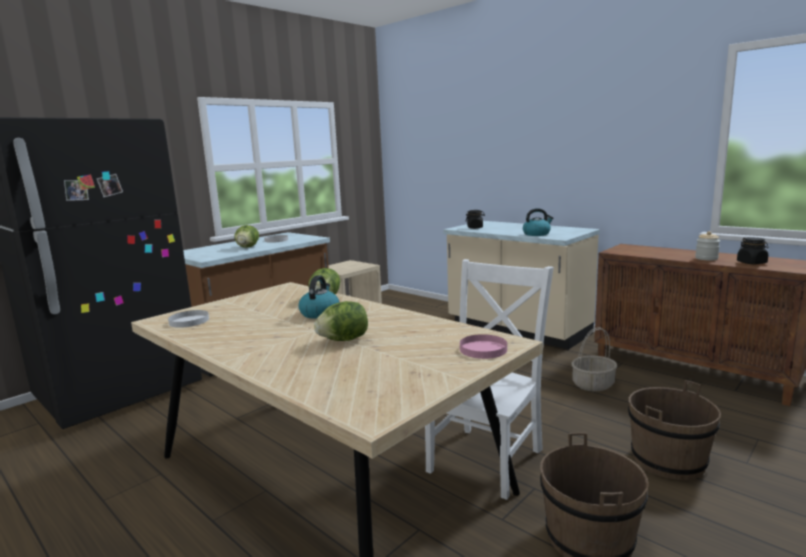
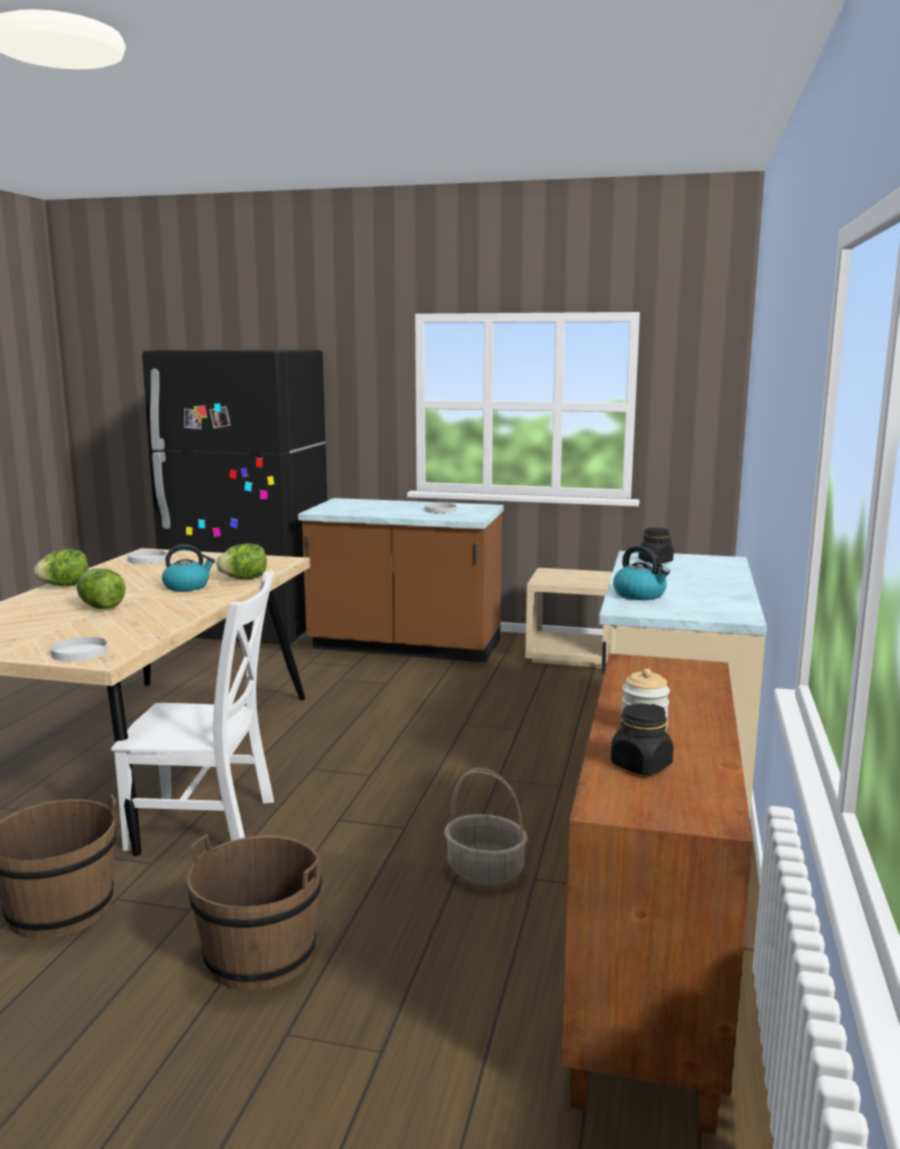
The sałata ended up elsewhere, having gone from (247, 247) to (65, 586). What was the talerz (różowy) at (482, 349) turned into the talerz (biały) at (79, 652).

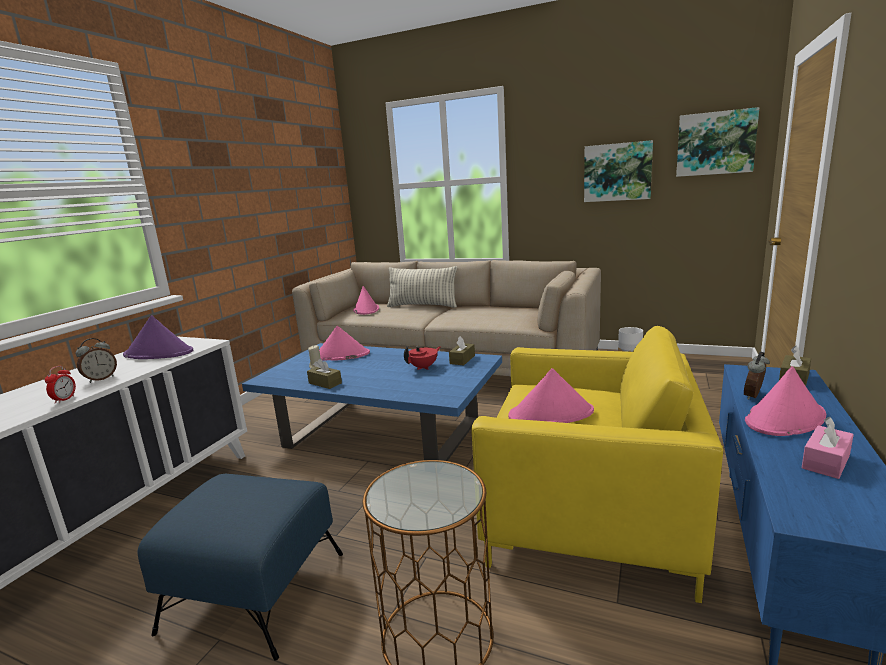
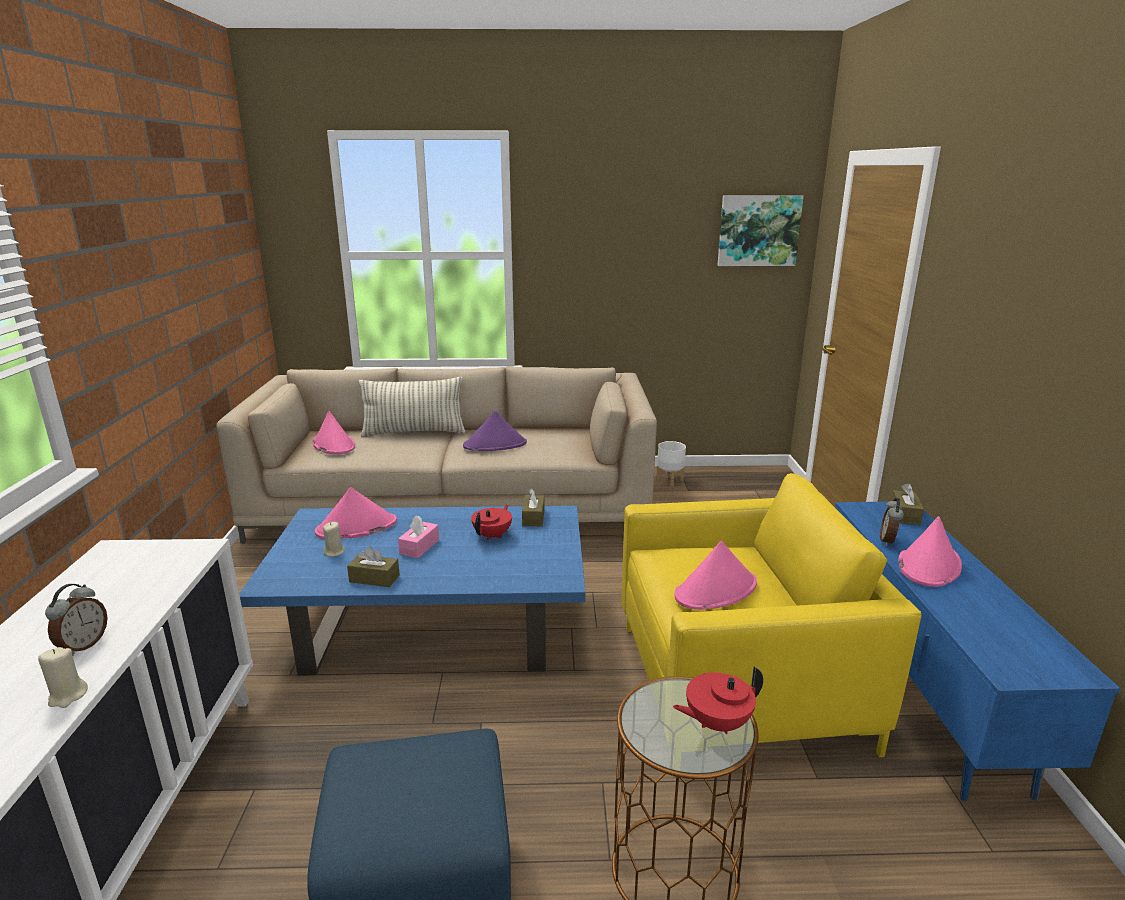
Where the budzik stood at (64, 399), the świeca (beżowy) came to stand at (67, 696). The kapelusz (fioletowy) ended up elsewhere, having gone from (159, 353) to (495, 445). The second view lost the obraz at (617, 172). The pudełko chusteczek (różowy) ended up elsewhere, having gone from (826, 461) to (419, 547). The second view gained the imbryk (czerwony) at (716, 723).

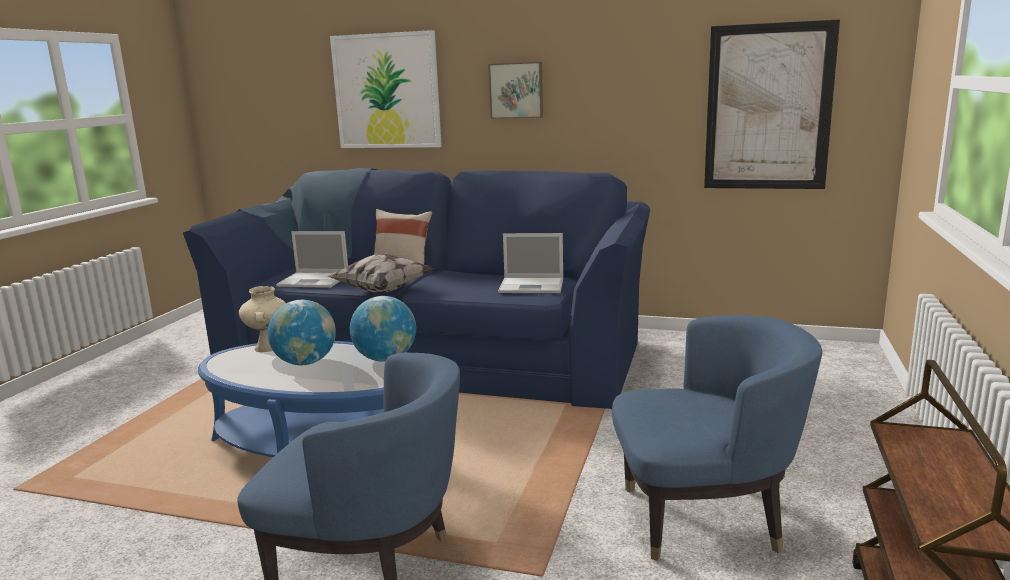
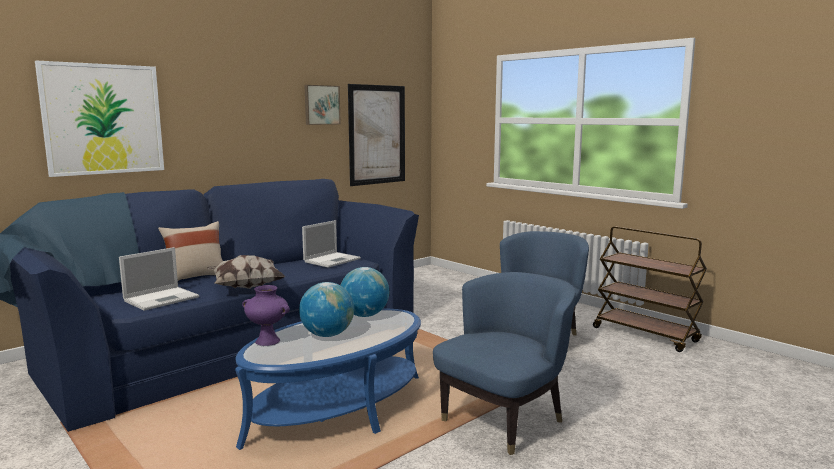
What was the wazon (beżowy) at (268, 347) turned into the wazon (fioletowy) at (268, 341). The obraz ended up elsewhere, having gone from (516, 90) to (321, 105).

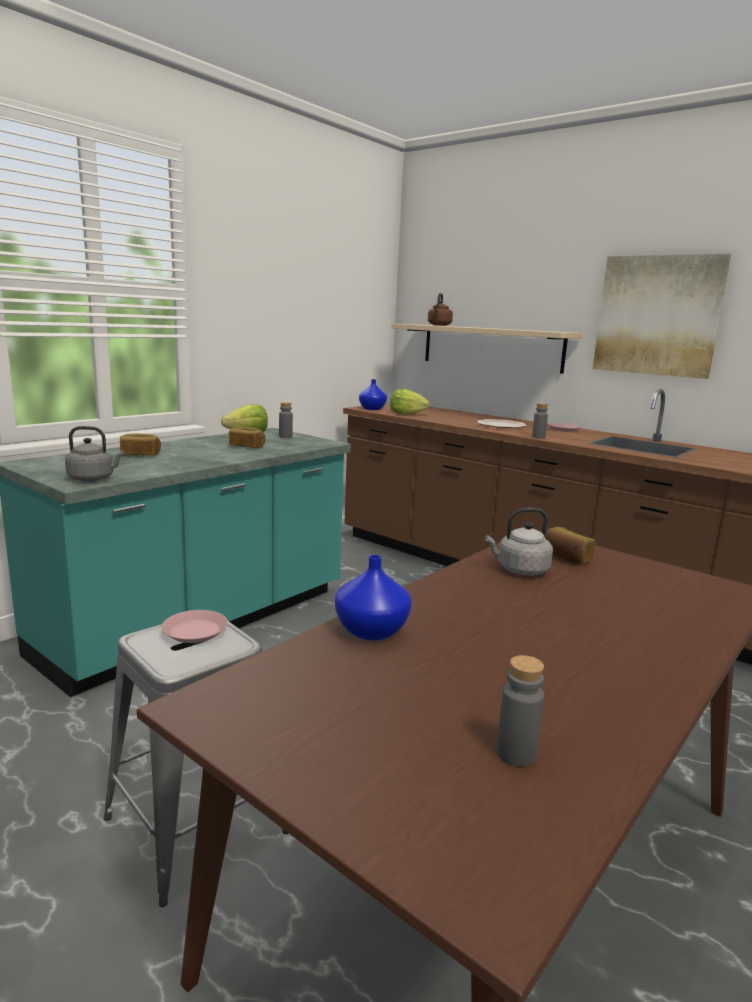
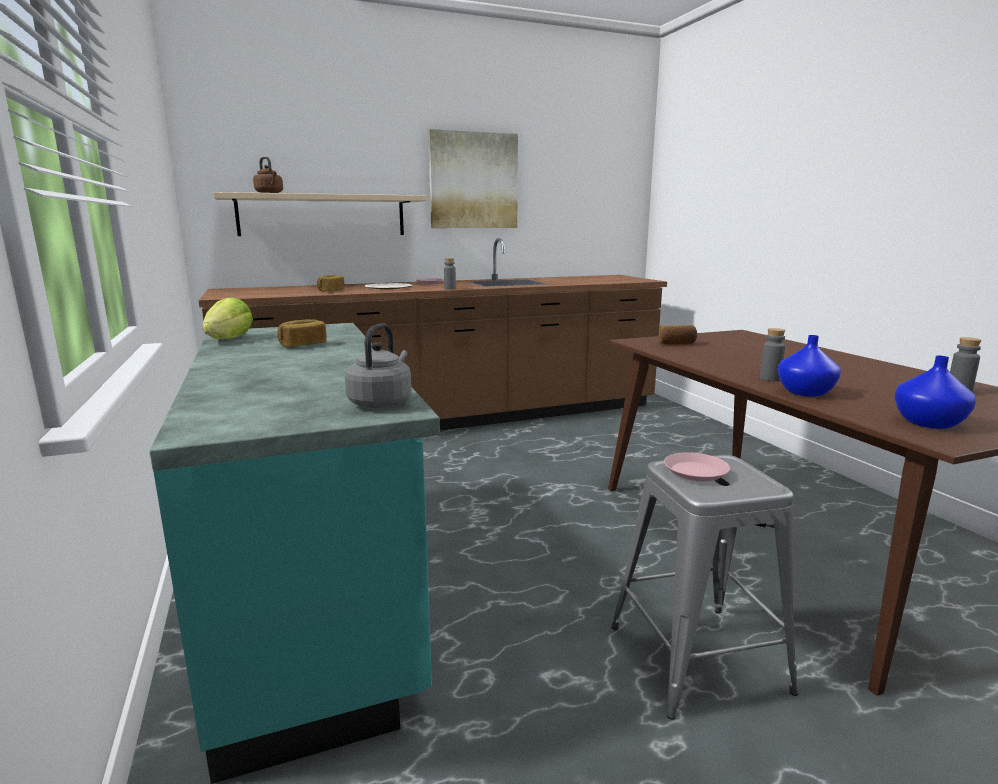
The chleb ended up elsewhere, having gone from (140, 454) to (330, 291). The butelka (szary) ended up elsewhere, having gone from (285, 436) to (770, 378). The wazon (niebieski) ended up elsewhere, having gone from (372, 409) to (927, 423). The second view lost the sałata at (407, 414). The second view lost the czajnik (szary) at (520, 570).

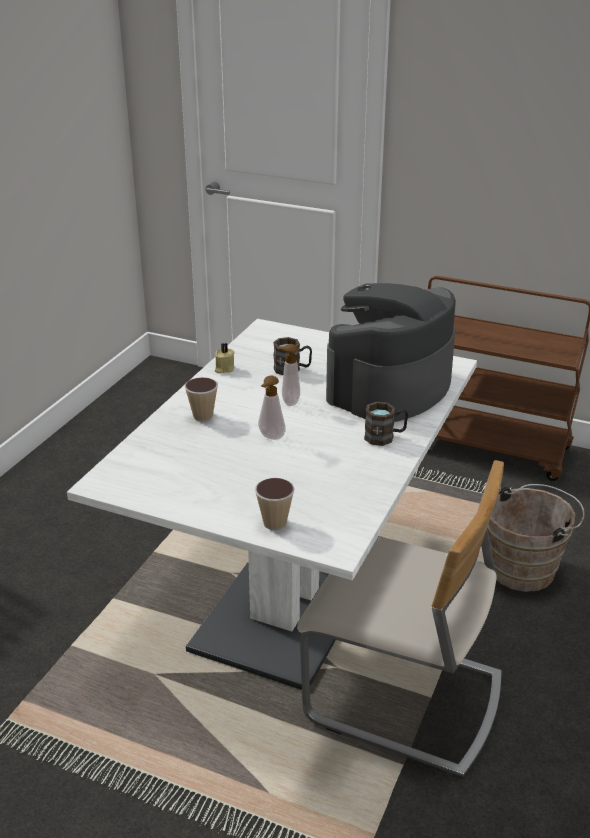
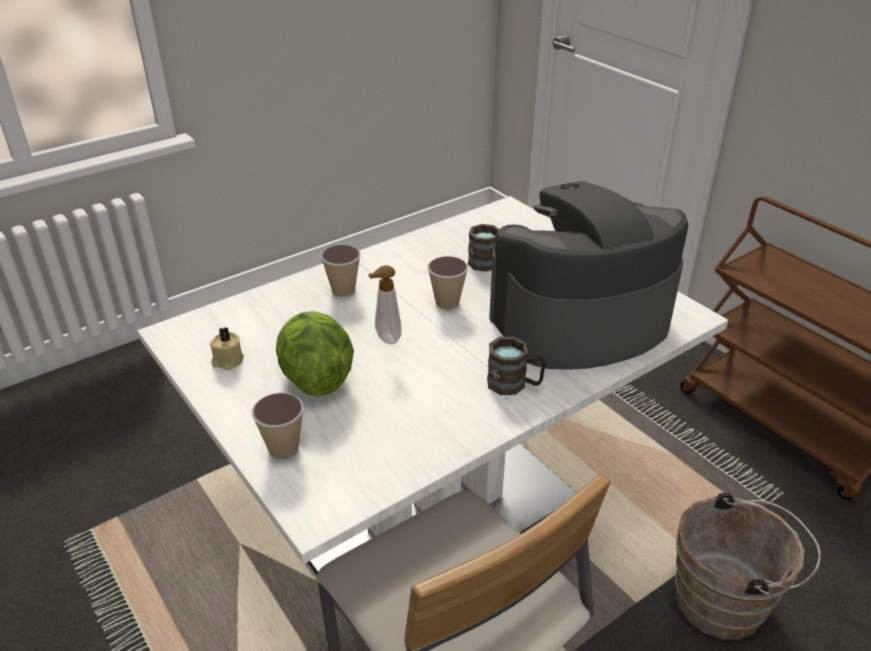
The świeca (beżowy) ended up elsewhere, having gone from (224, 369) to (227, 361). Where the dozownik mydła stood at (288, 402), the filiżanka came to stand at (447, 303). The second view gained the sałata at (315, 378).

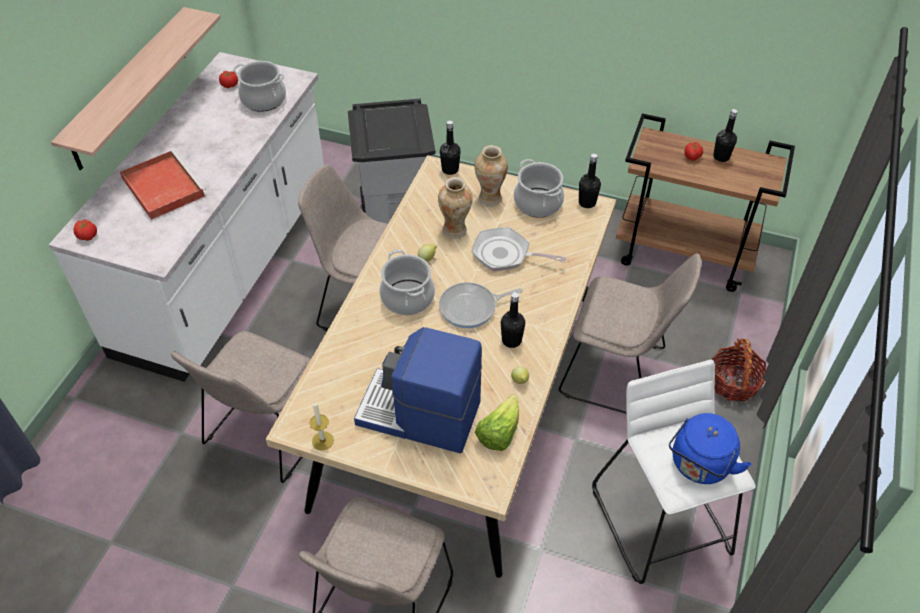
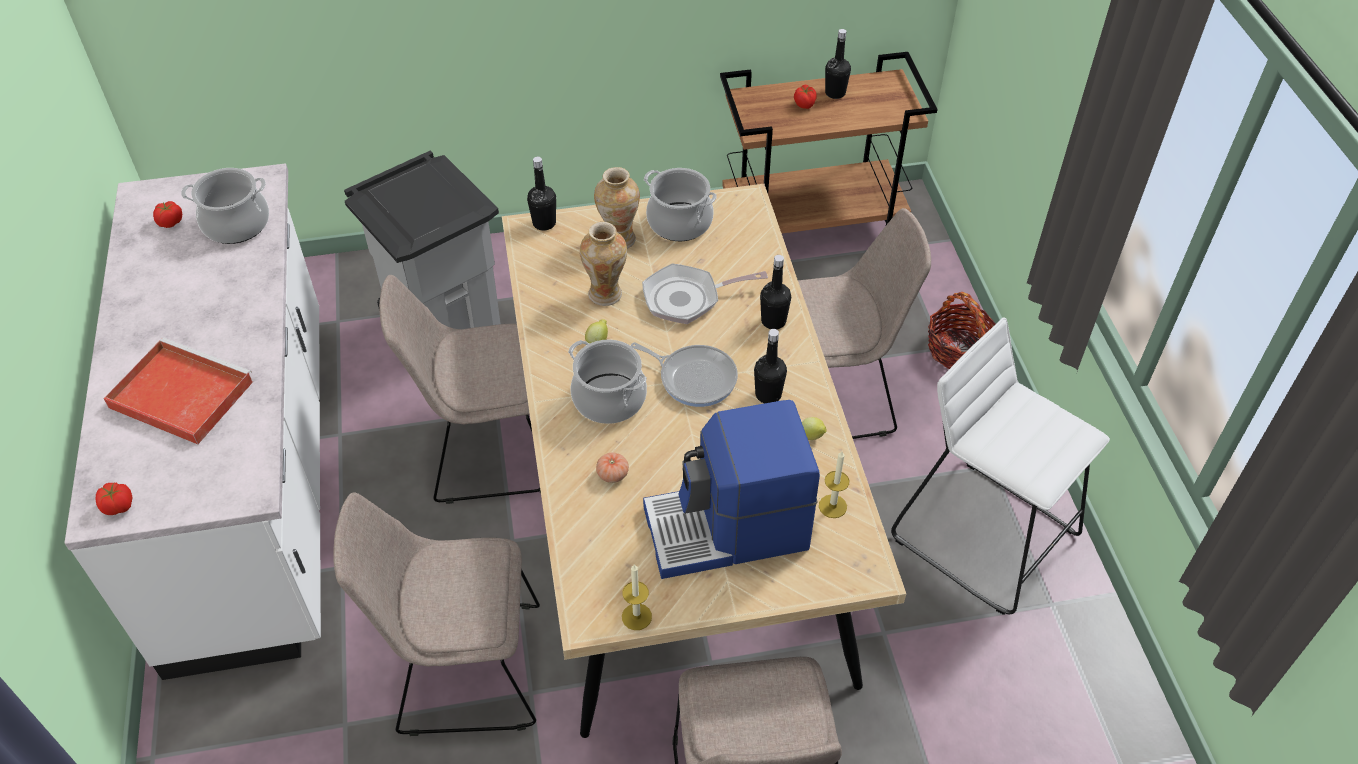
The second view lost the półka at (129, 89). The krzesło (beżowy) at (266, 433) ended up facing another way, 90 degrees clockwise from before. The patelnia at (471, 308) ended up facing another way, 105 degrees counterclockwise from before. Where the sałata stood at (499, 433), the świeca came to stand at (832, 506). The butelka (czarny) ended up elsewhere, having gone from (587, 202) to (773, 321). The second view lost the czajnik (niebieski) at (699, 466). The second view gained the pomidor at (612, 474).

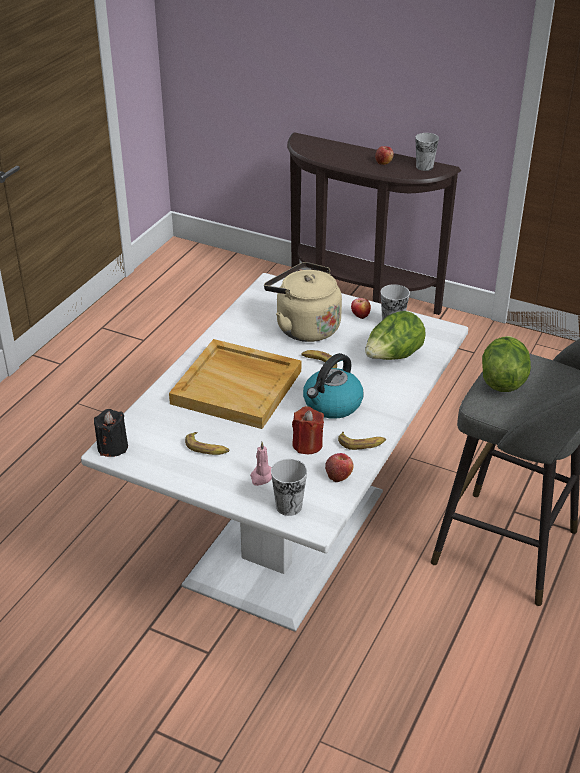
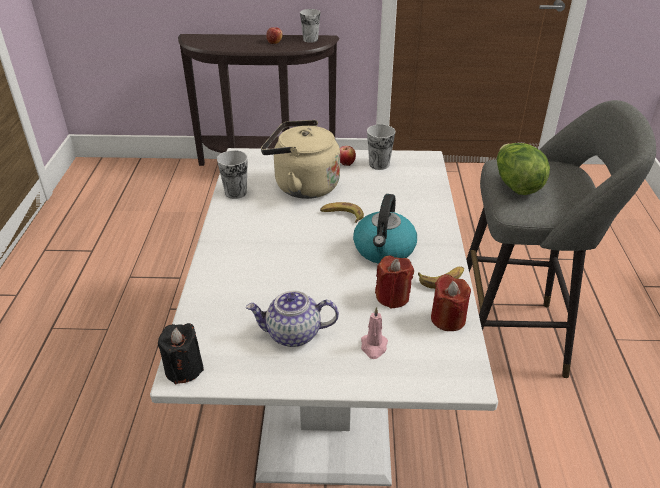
The second view lost the taca (beżowy) at (238, 387). Where the banan stood at (207, 448), the imbryk came to stand at (293, 334). The filiżanka ended up elsewhere, having gone from (289, 506) to (236, 192). Where the jabłko stood at (339, 475), the świeca (czerwony) came to stand at (448, 319). The second view lost the sałata at (393, 357).

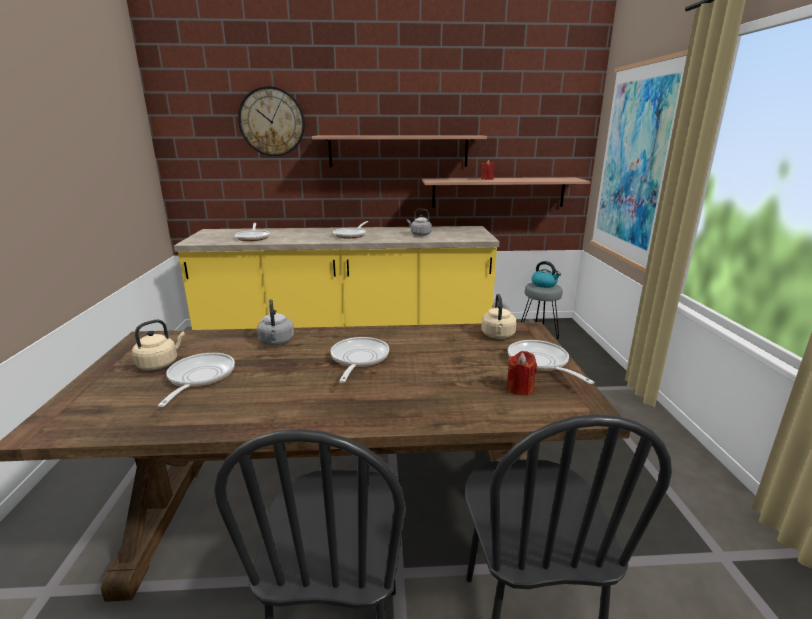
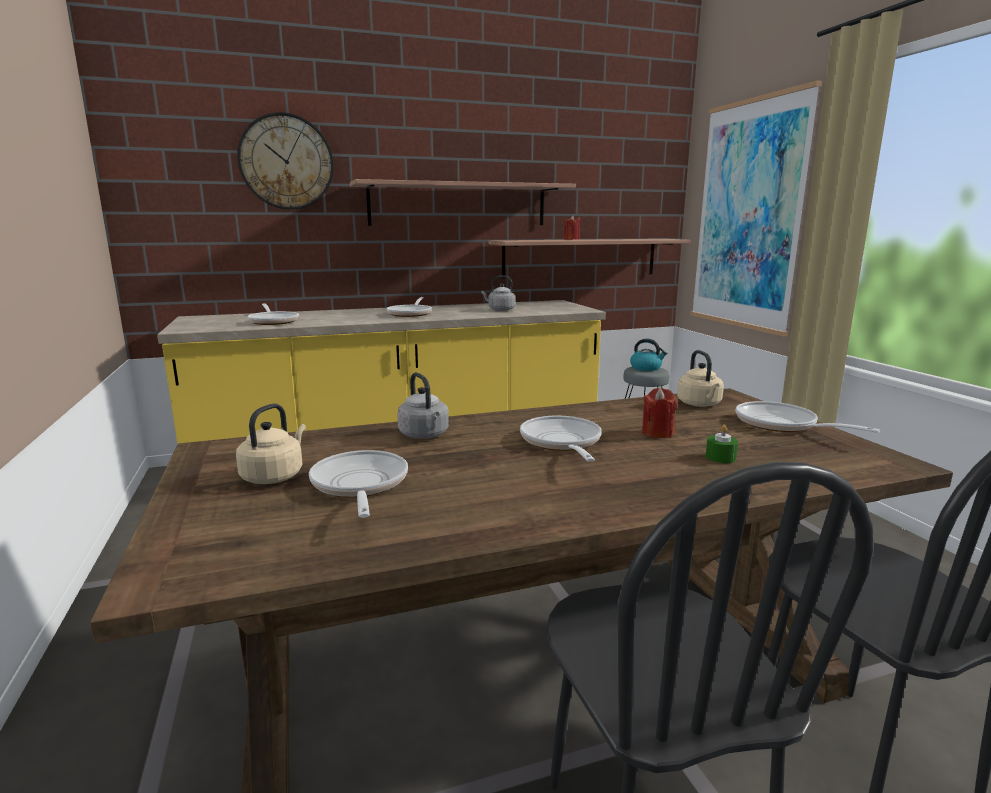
The świeca (czerwony) ended up elsewhere, having gone from (520, 388) to (657, 433). The second view gained the świeca (zielony) at (720, 457).

